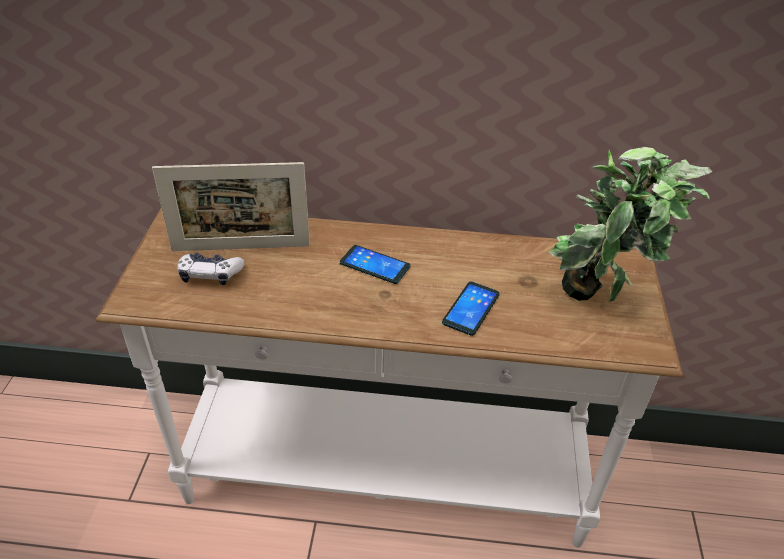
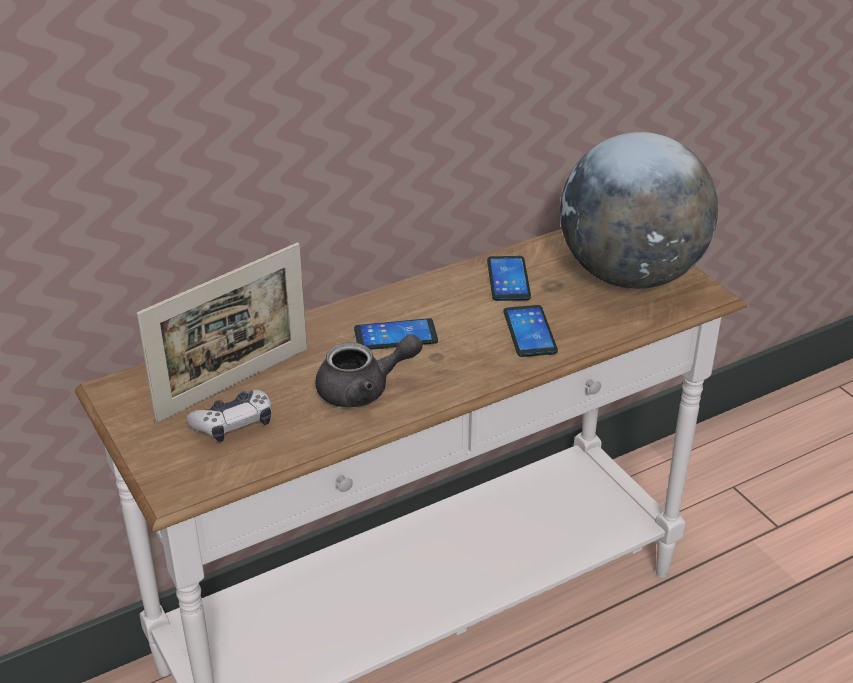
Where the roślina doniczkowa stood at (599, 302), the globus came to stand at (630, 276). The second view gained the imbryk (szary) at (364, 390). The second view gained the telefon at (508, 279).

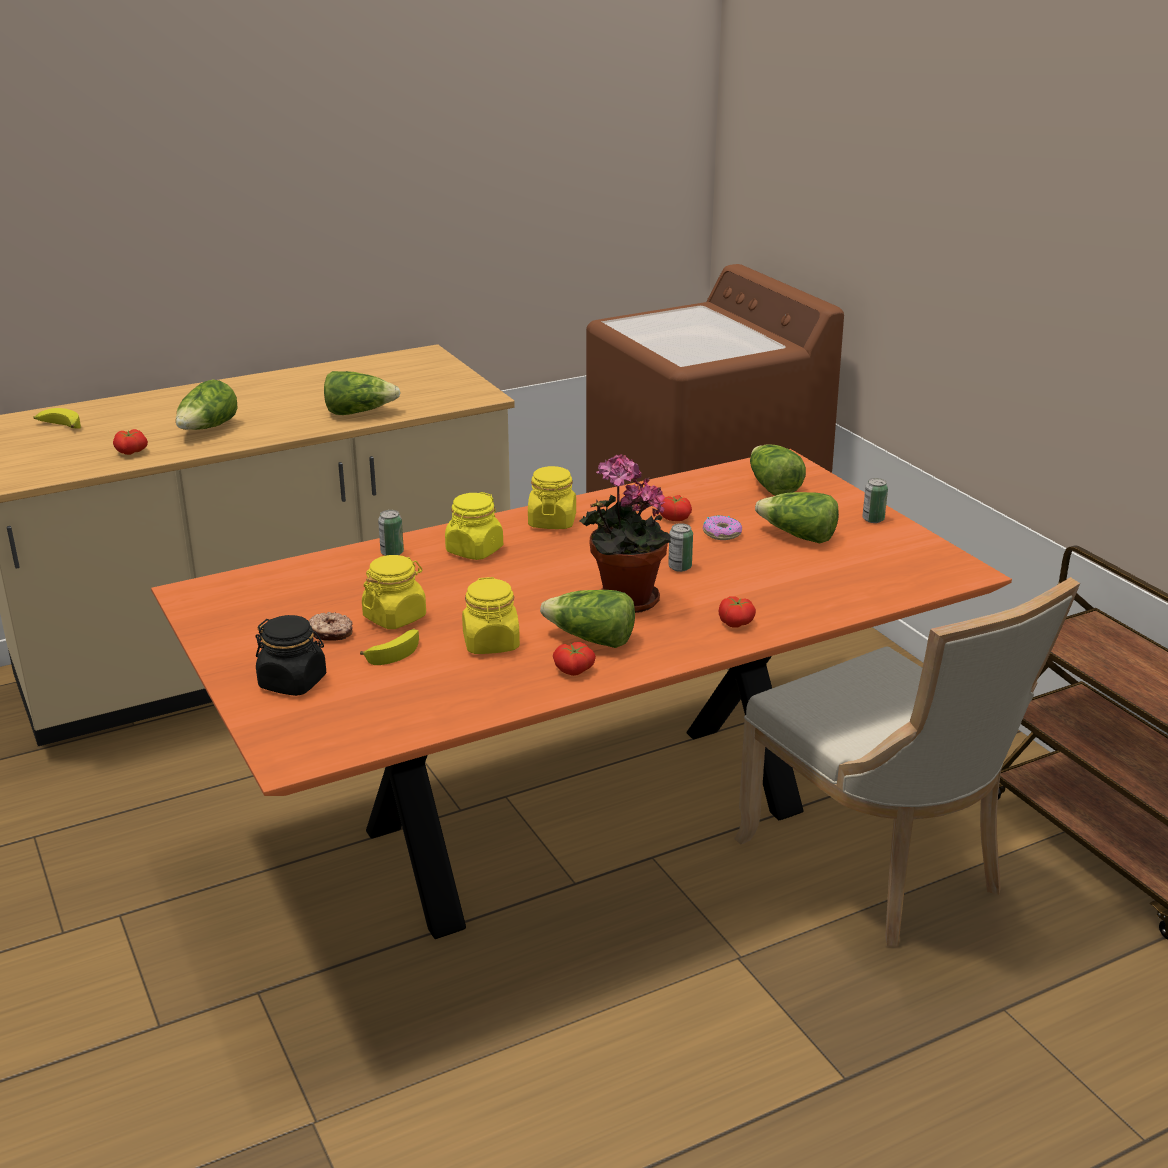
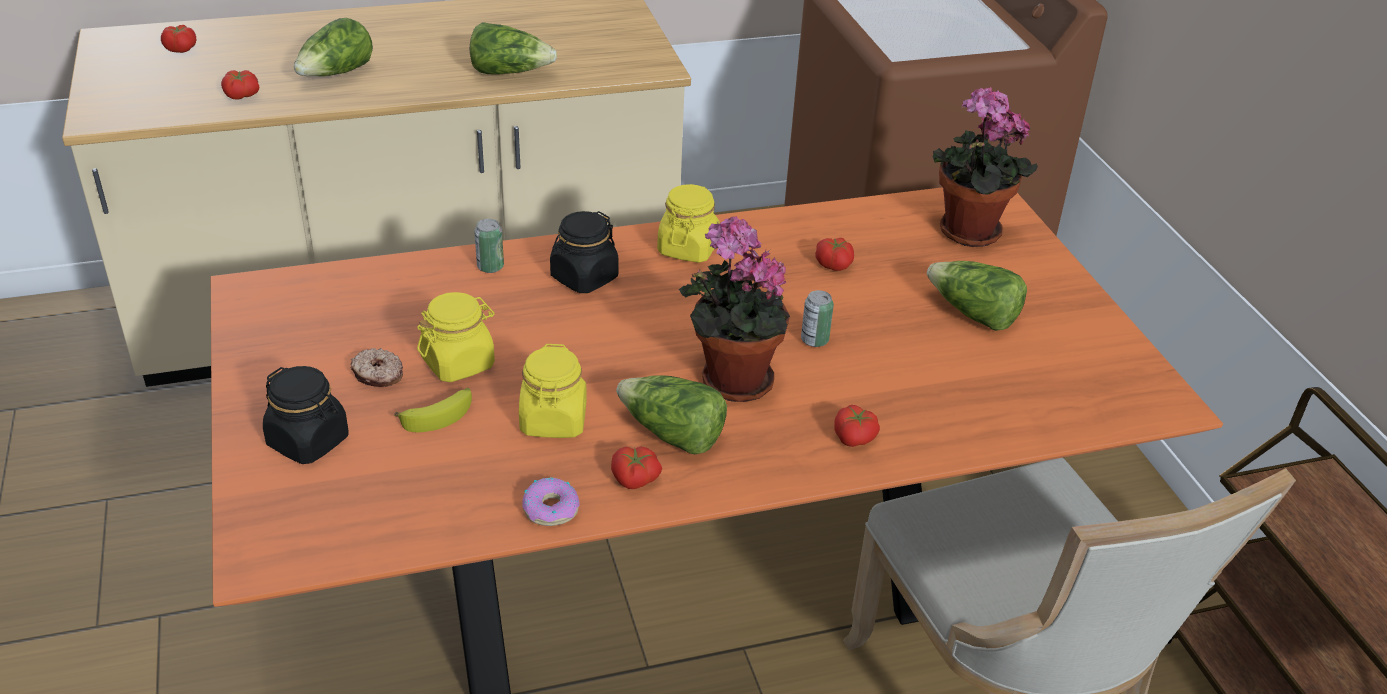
Where the banan stood at (58, 426), the pomidor came to stand at (182, 49). What was the słoik (żółty) at (474, 550) turned into the słoik (czarny) at (584, 278). The donut ended up elsewhere, having gone from (722, 533) to (551, 508). Where the sałata stood at (772, 486), the roślina doniczkowa came to stand at (965, 234). The second view lost the puszka at (873, 519).

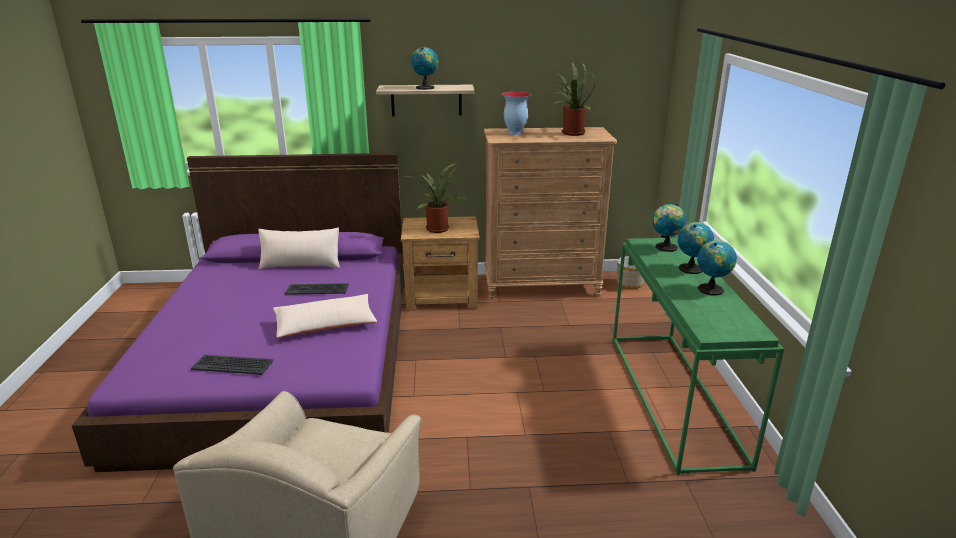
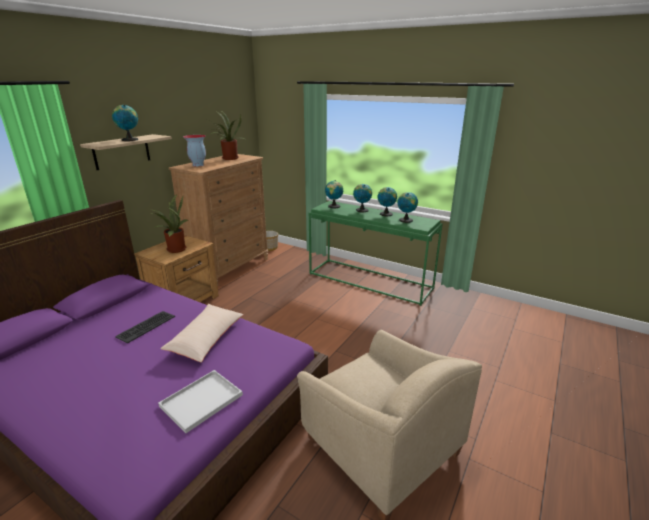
Where the klawiatura stood at (233, 365), the taca (biały) came to stand at (202, 399). The second view lost the poduszka (beżowy) at (301, 265). The second view gained the globus at (406, 220).

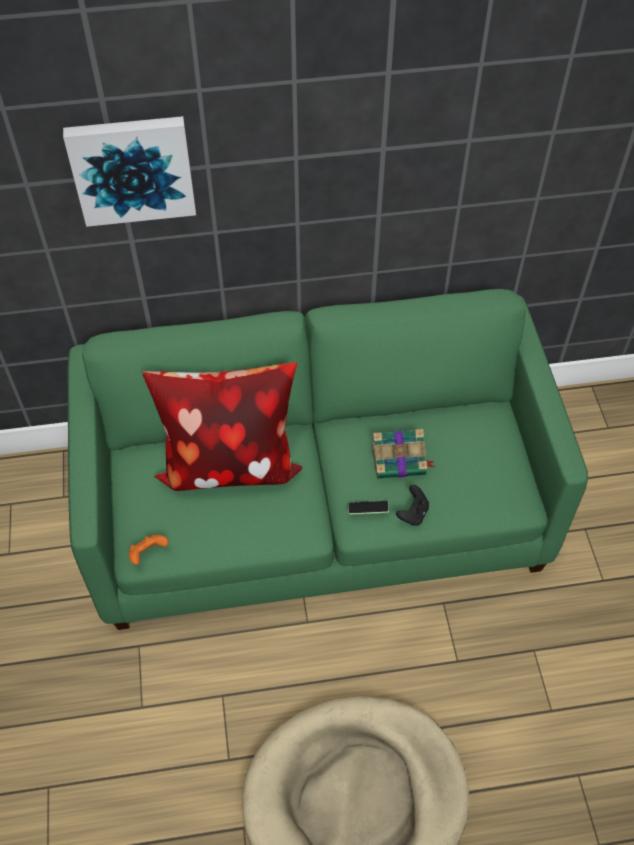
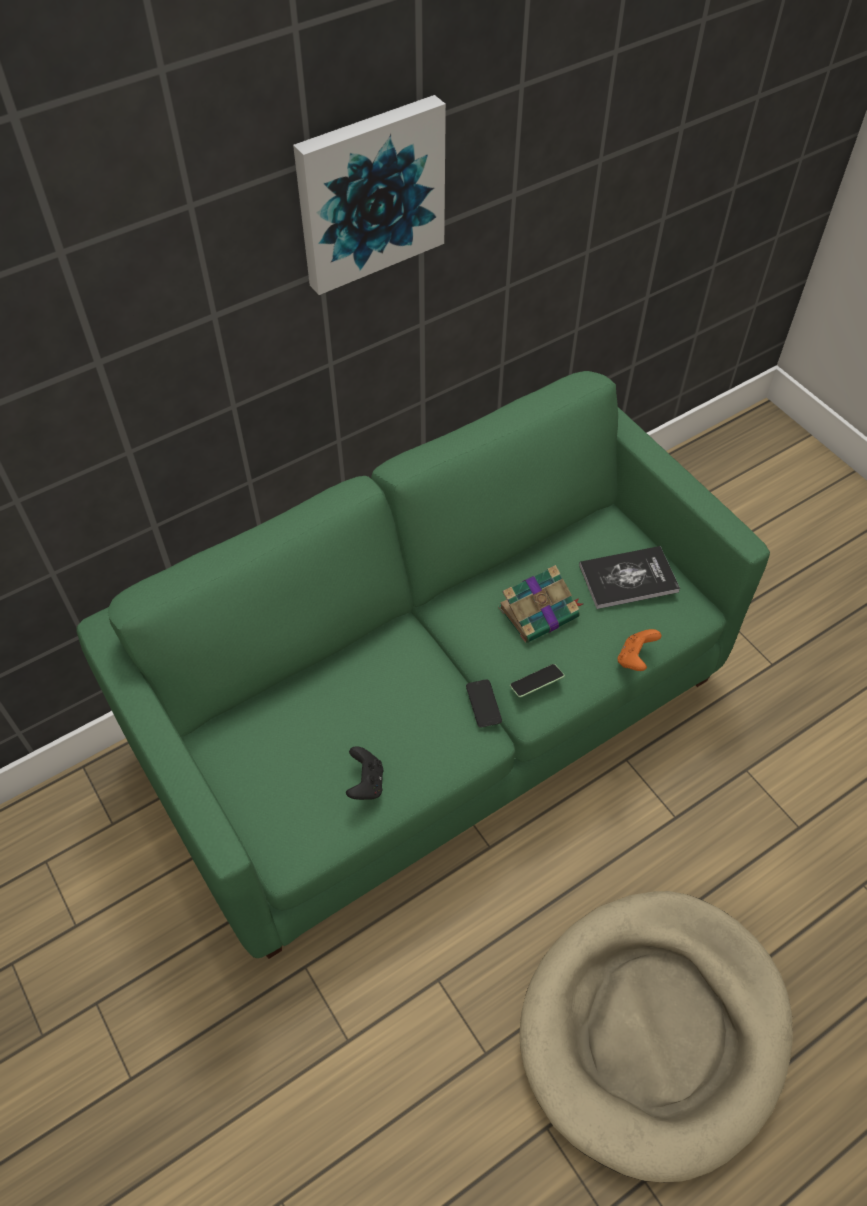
The obraz ended up elsewhere, having gone from (132, 168) to (369, 193). The pad do gier (pomarańczowy) ended up elsewhere, having gone from (148, 554) to (635, 658). The second view lost the poduszka at (228, 463). The pad do gier (czarny) ended up elsewhere, having gone from (413, 513) to (366, 783). The second view gained the telefon at (483, 703). The second view gained the książka at (628, 578).

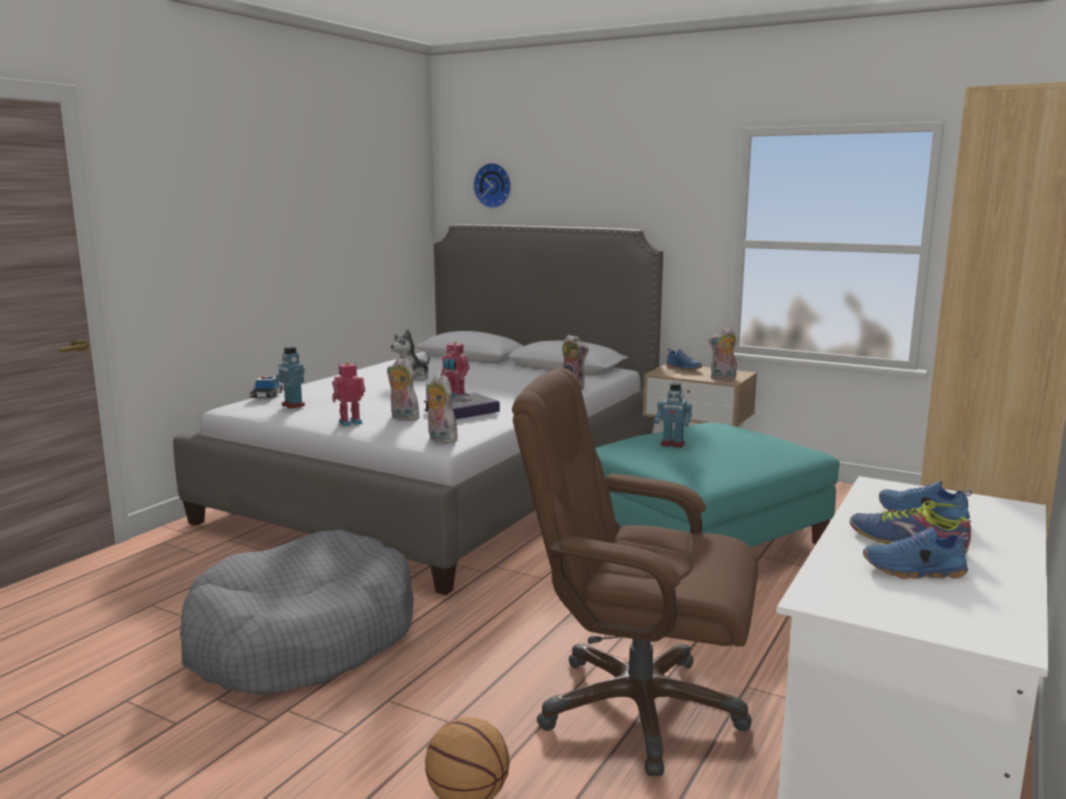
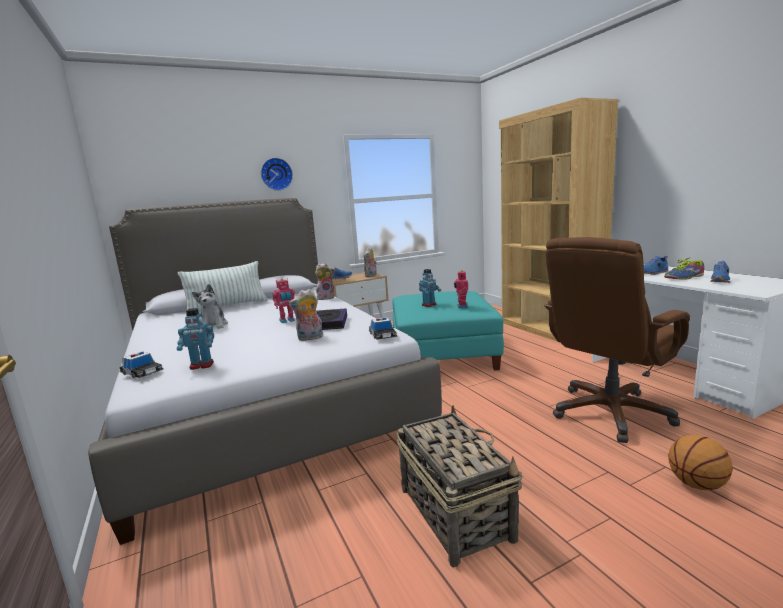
Where the legowisko (szary) stood at (302, 639), the koszyk came to stand at (454, 511). The robot zabawkowy ended up elsewhere, having gone from (350, 422) to (461, 306). Where the pluszak stood at (440, 440), the samochodzik came to stand at (382, 335). The zegar ścienny ended up elsewhere, having gone from (494, 185) to (276, 174). The second view gained the poduszka at (227, 307).

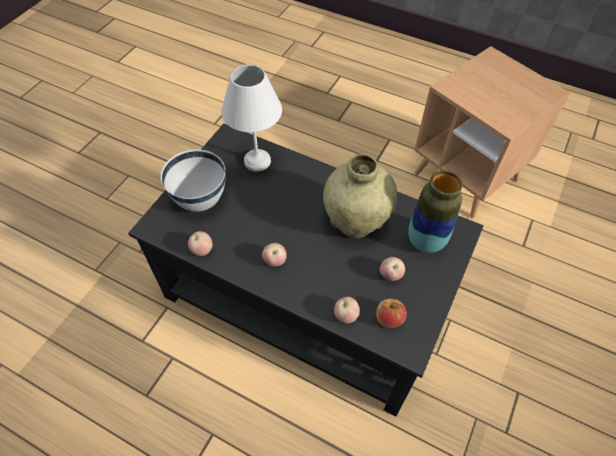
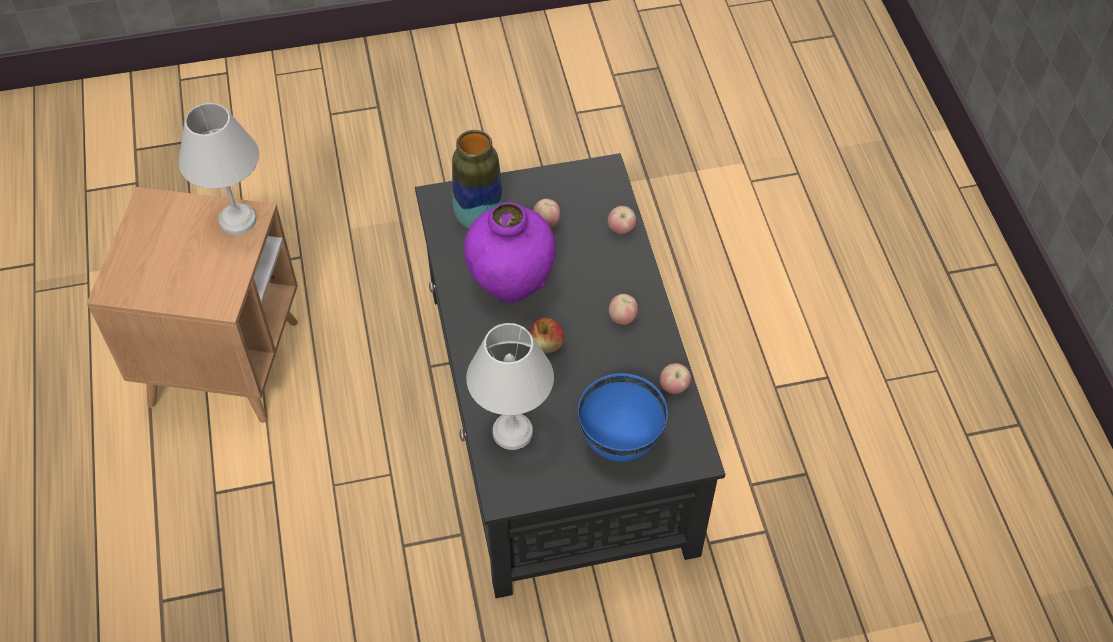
What was the miska (biały) at (201, 200) turned into the miska (niebieski) at (619, 441). What was the wazon (beżowy) at (356, 223) turned into the wazon (fioletowy) at (511, 284). The jabłko ended up elsewhere, having gone from (389, 318) to (546, 344). The second view gained the lampa stołowa (biały) at (239, 220).

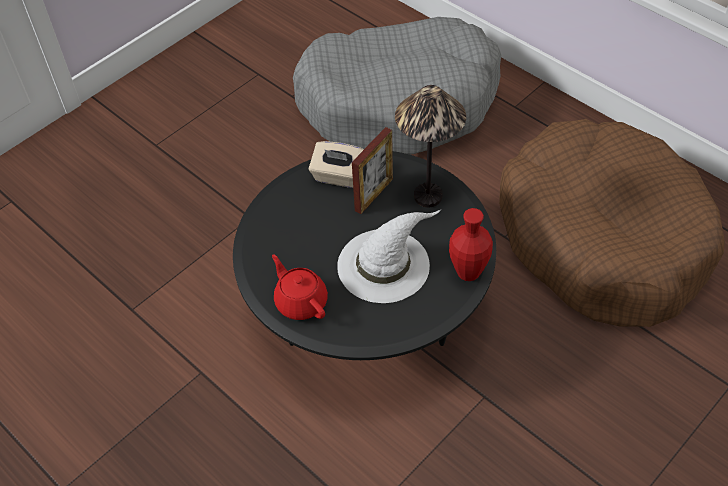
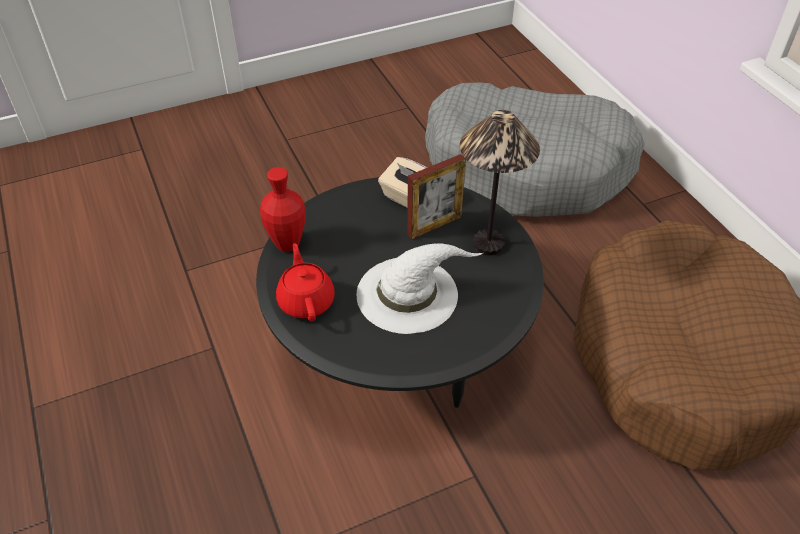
The wazon (czerwony) ended up elsewhere, having gone from (468, 273) to (287, 244).

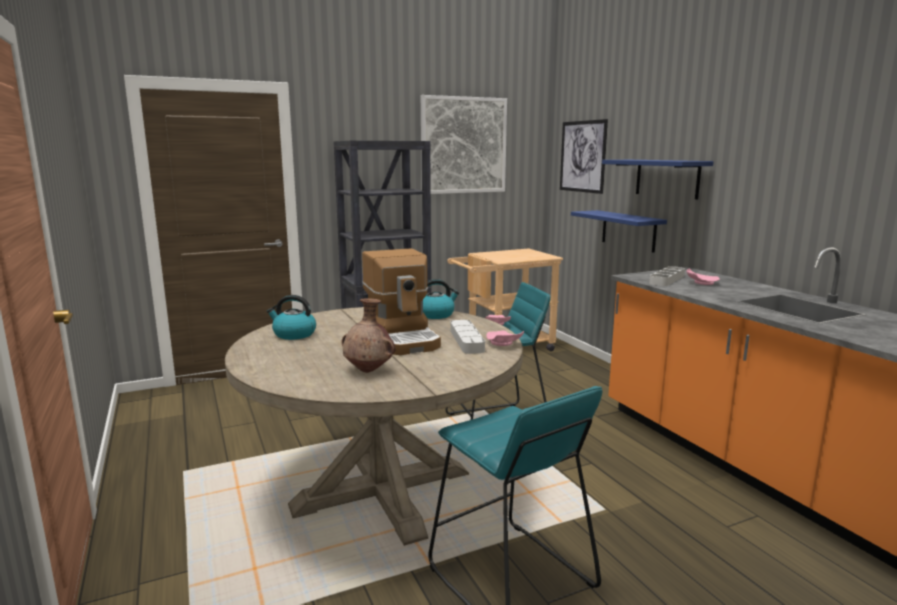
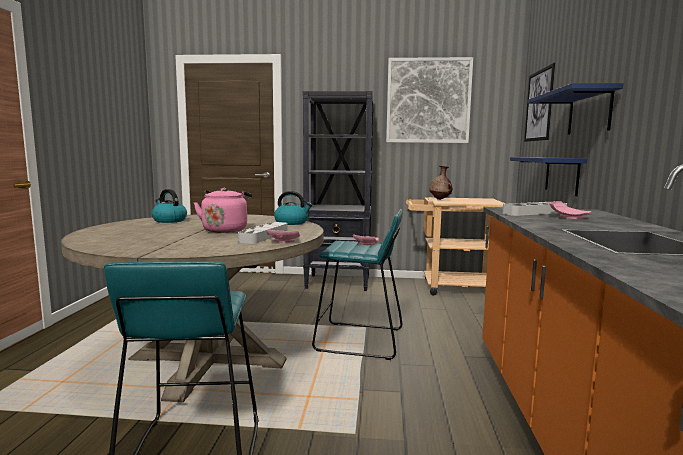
The wazon (brązowy) ended up elsewhere, having gone from (369, 370) to (440, 199). Where the ekspres do kawy stood at (402, 338), the czajnik (różowy) came to stand at (225, 230).

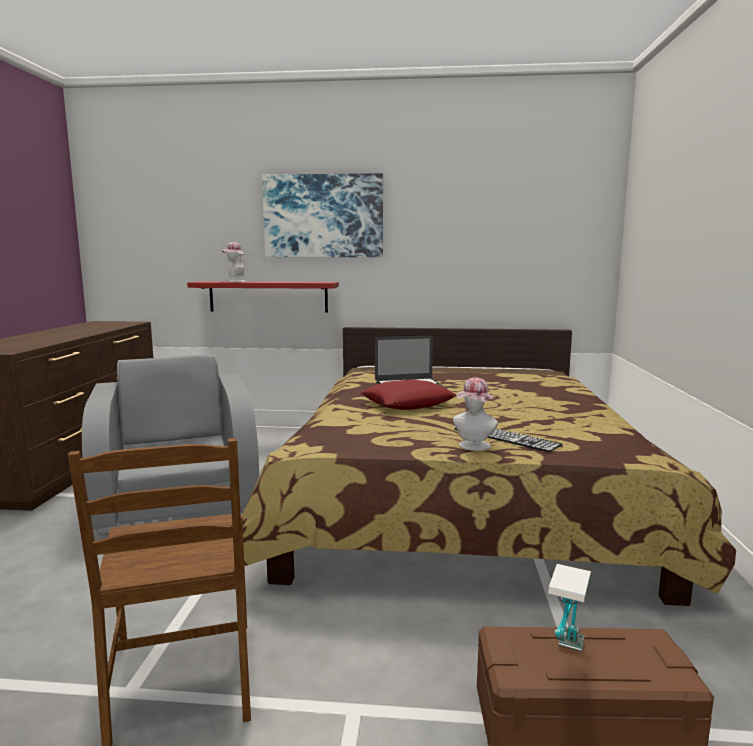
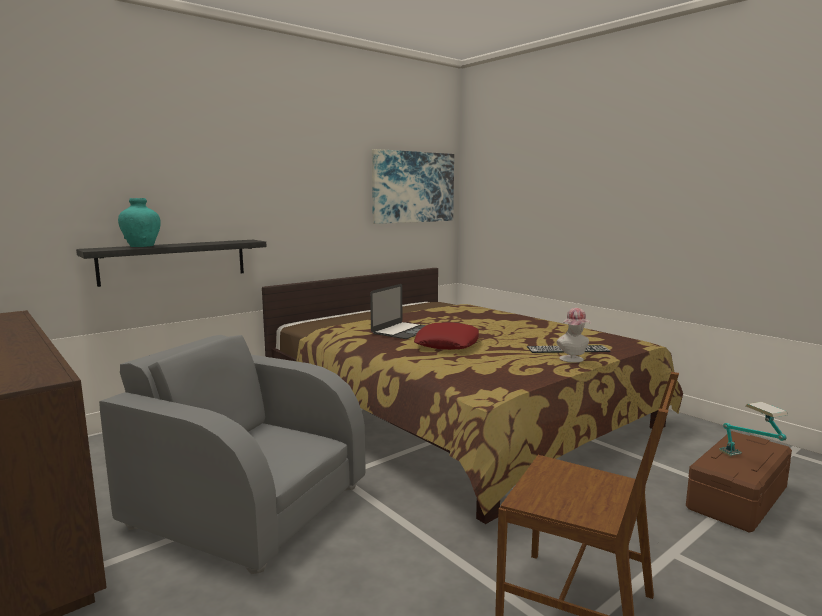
What was the półka (czerwony) at (268, 296) turned into the półka (czarny) at (174, 261). Where the kapelusz stood at (235, 281), the wazon (turkusowy) came to stand at (142, 246). The obraz ended up elsewhere, having gone from (323, 216) to (413, 187).

